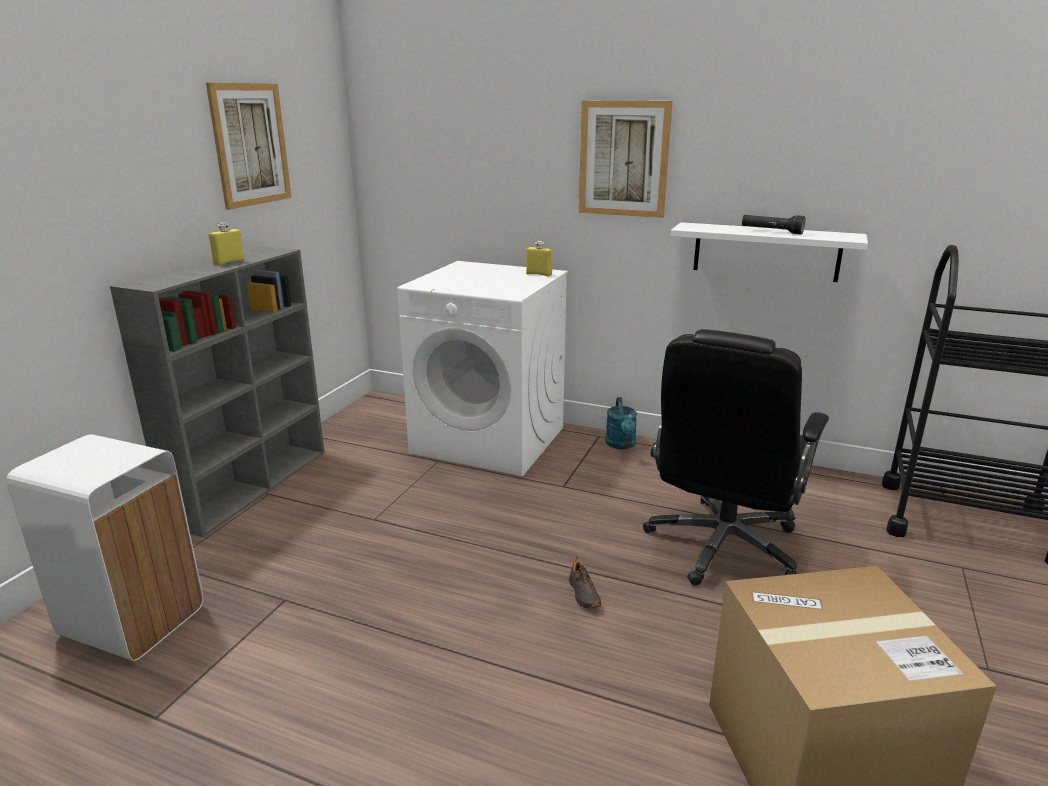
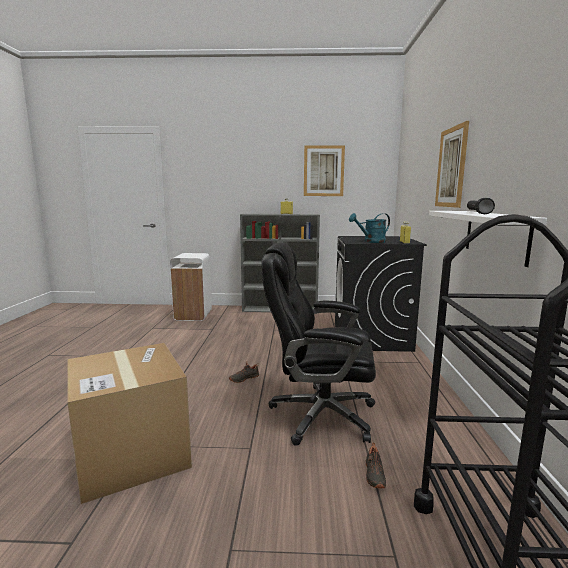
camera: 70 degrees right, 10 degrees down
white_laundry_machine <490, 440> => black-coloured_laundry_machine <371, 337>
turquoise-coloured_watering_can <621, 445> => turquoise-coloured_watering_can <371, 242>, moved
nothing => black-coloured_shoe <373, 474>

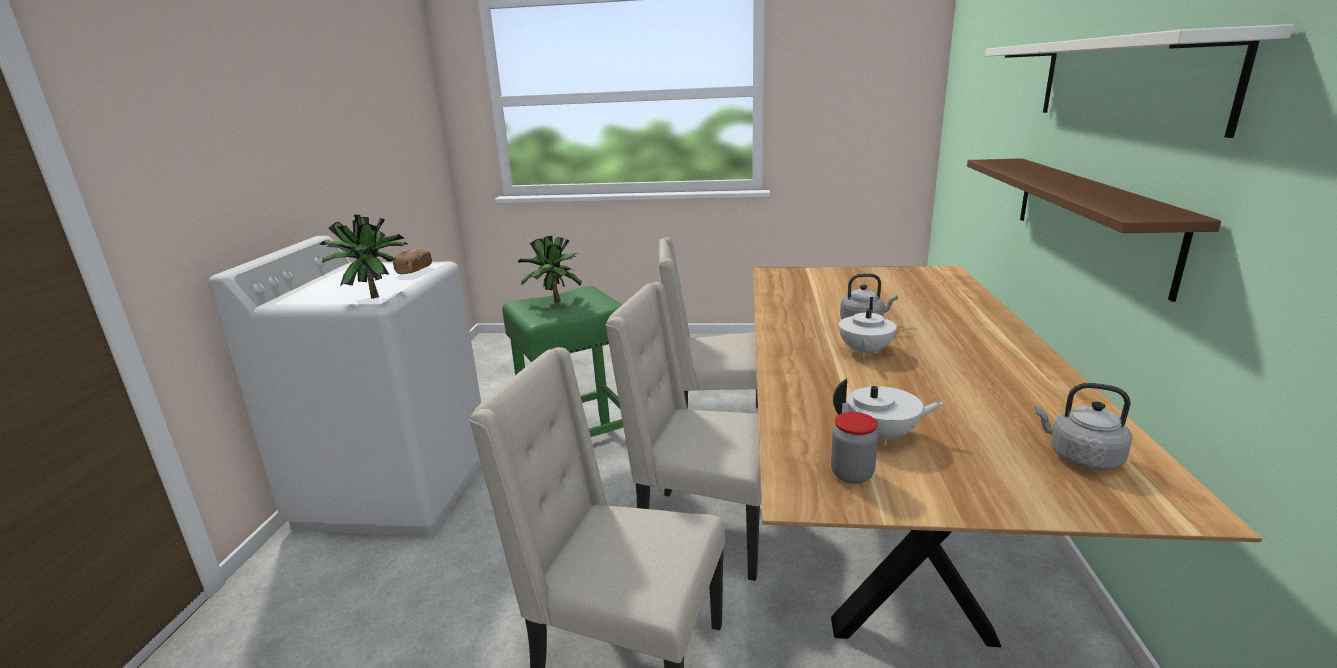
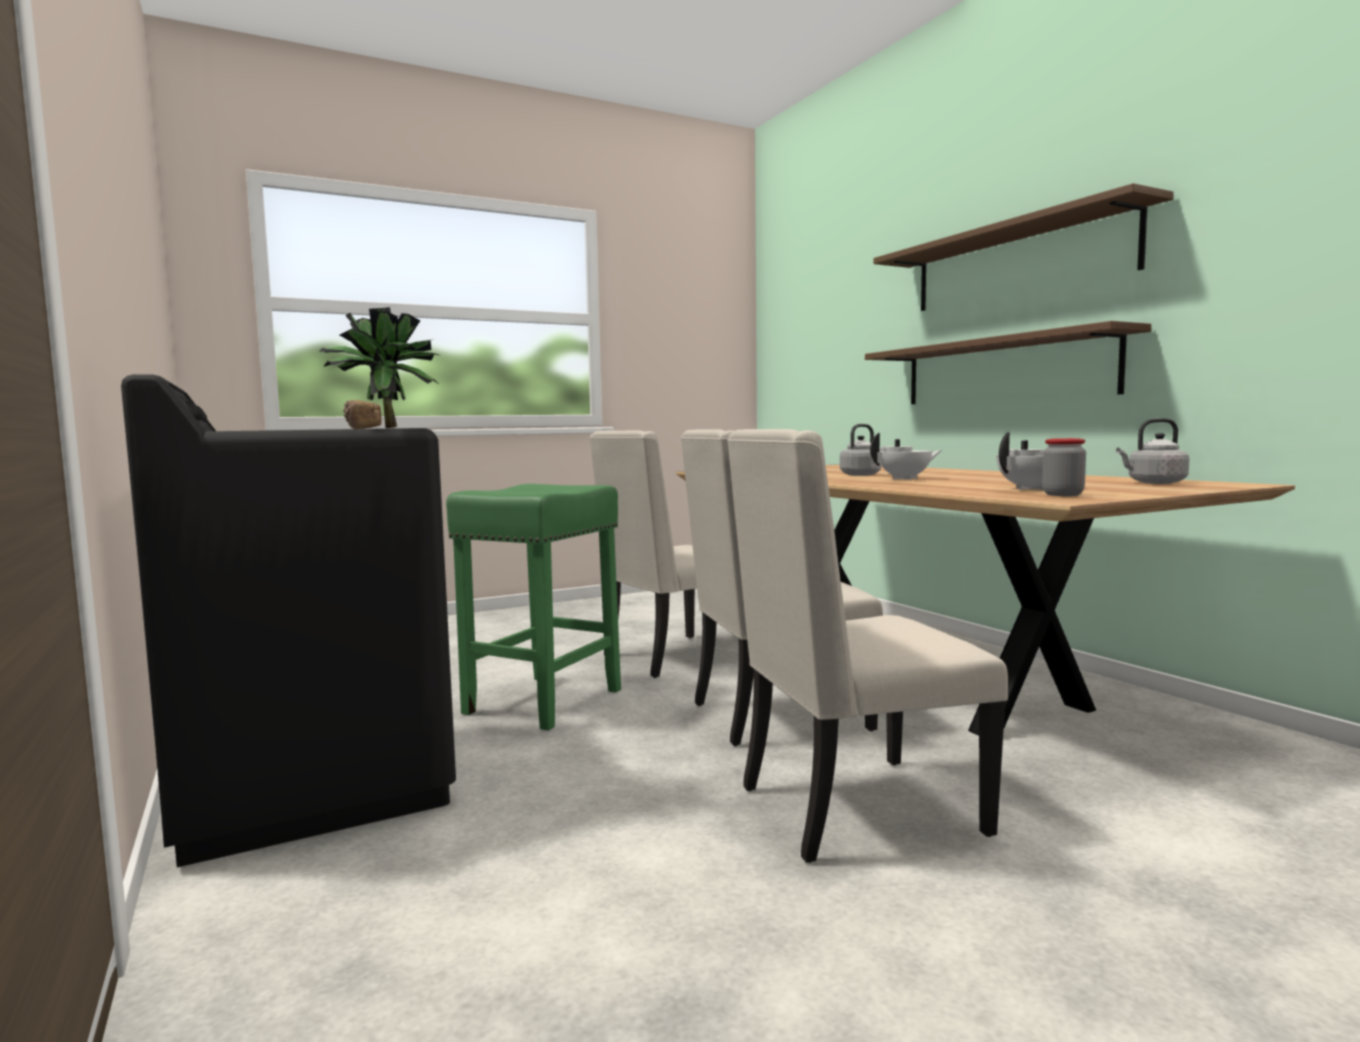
camera: 35 degrees left, 15 degrees down
white_shelf <1124, 80> => brown-coloured_shelf <1018, 262>
white_laundry_machine <397, 488> => black-coloured_laundry_machine <313, 784>
potted_plant <554, 303> => nothing
white_teapot <864, 352> => white_teapot <905, 479>, 90 degrees counterclockwise

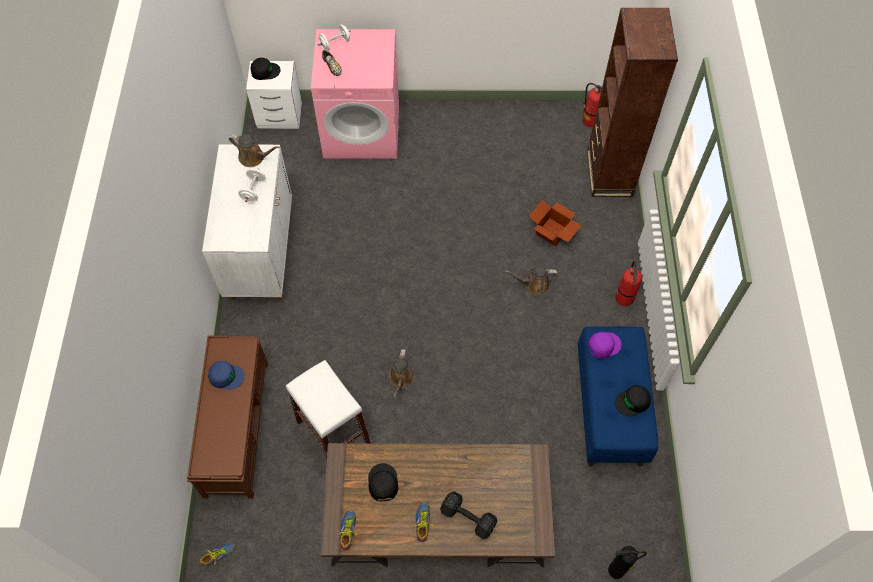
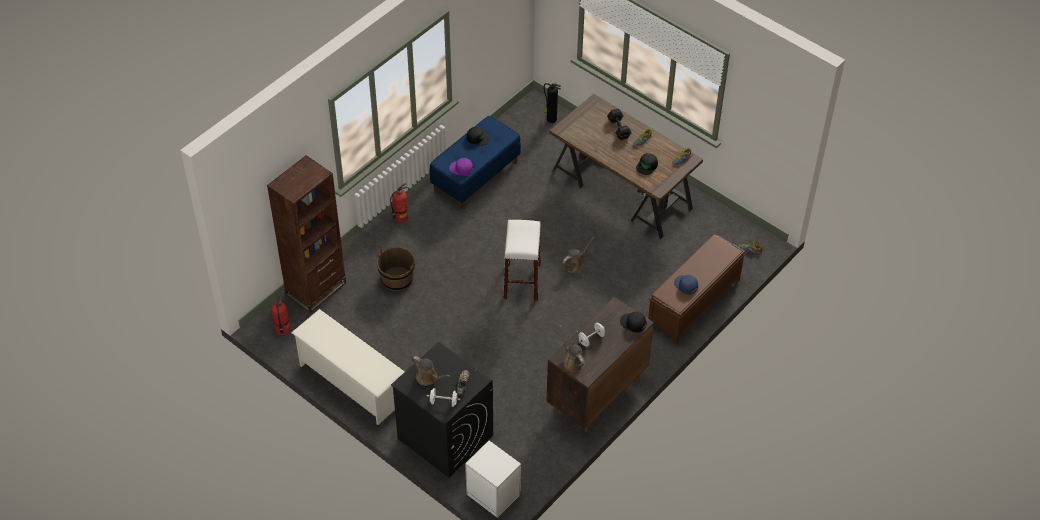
camera: 140 degrees left, 10 degrees down
pink-coloured_laundry_machine <362, 131> => black-coloured_laundry_machine <444, 436>
black-coloured_cap <265, 71> => black-coloured_cap <633, 323>, moved
white_cupboard <261, 255> => brown-coloured_cupboard <596, 394>
packing_box <552, 233> => brown-coloured_bucket <397, 279>
brown-coloured_watering_can <534, 285> => brown-coloured_watering_can <428, 378>, moved
white_stool_seat <333, 432> => white_stool_seat <522, 281>, moved
nothing => white_shoe_stand <351, 383>

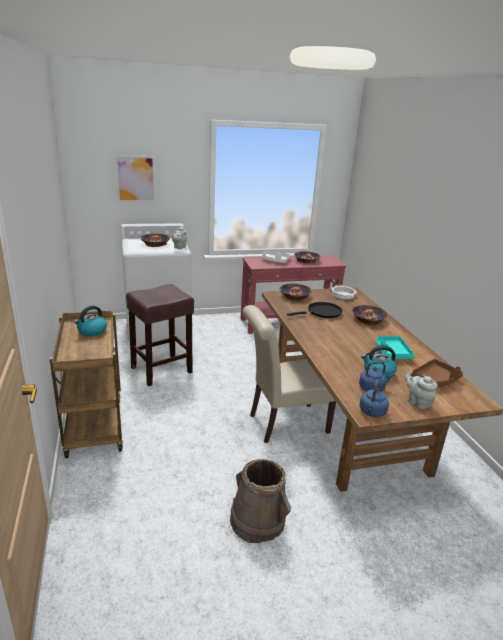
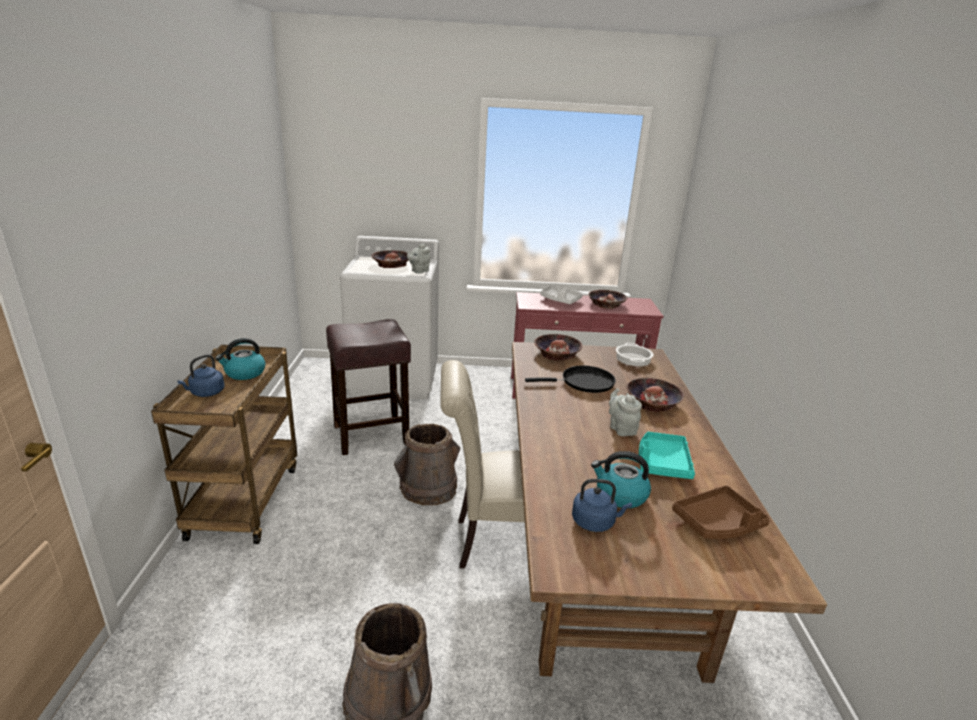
camera: 15 degrees right, 0 degrees up
wall_picture <135, 179> => nothing
grey_teapot <417, 402> => grey_teapot <621, 428>, moved
bluish_tea_kettle <372, 412> => bluish_tea_kettle <206, 393>, moved
nothing => brown-coloured_bucket <428, 488>

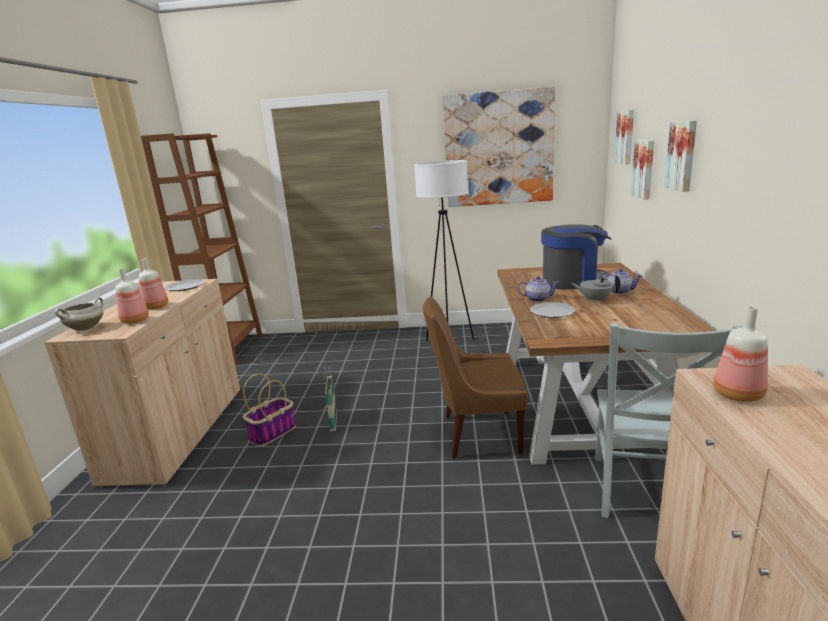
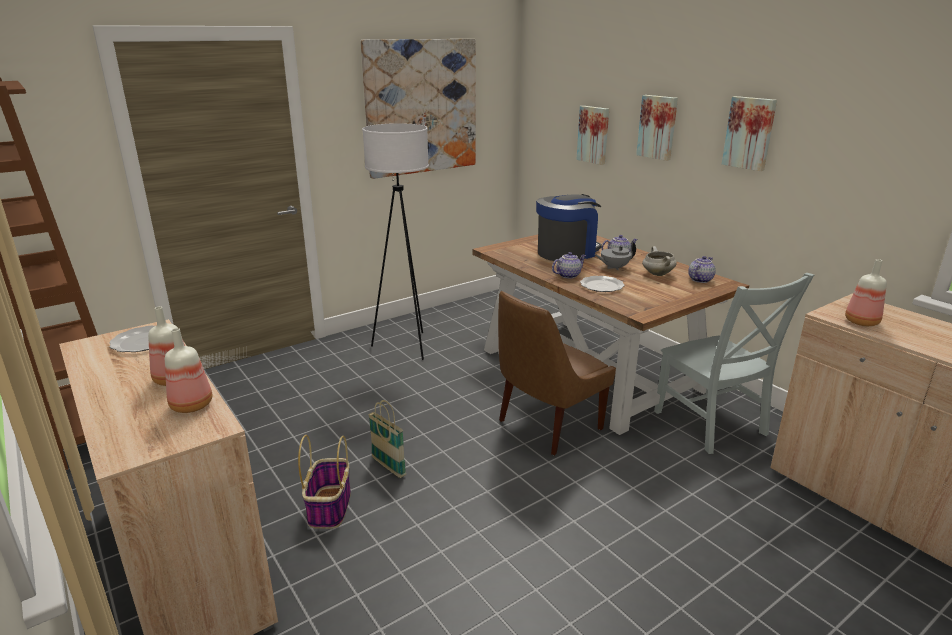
camera: 40 degrees left, 5 degrees up
wall_picture <626, 137> => wall_picture <750, 133>, moved
white_saucepot <86, 328> => white_saucepot <657, 274>, moved
nothing => teapot <699, 279>

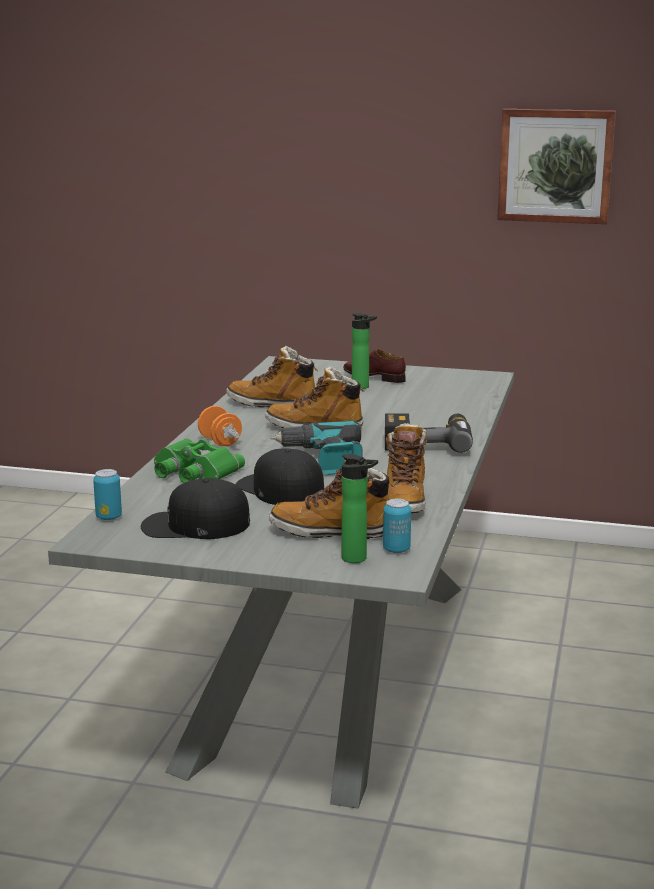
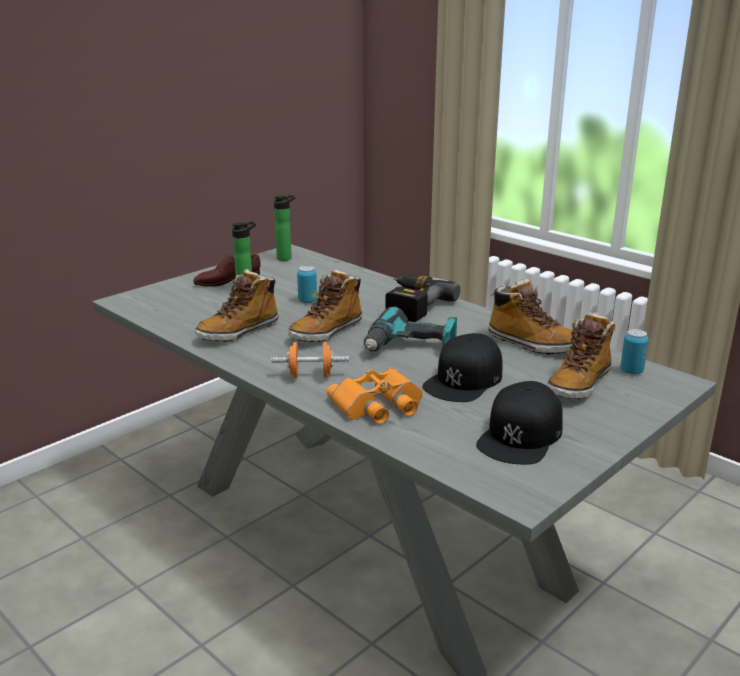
camera: 60 degrees left, 5 degrees up
wall_picture <555, 165> => nothing
green_pair_of_binoculars <193, 471> => orange-coloured_pair_of_binoculars <378, 405>
black-coloured_cap <280, 489> => black-coloured_cap <464, 380>, 45 degrees counterclockwise
drink_bottle <357, 559> => drink_bottle <286, 258>, moved
can <109, 517> => can <307, 301>, moved

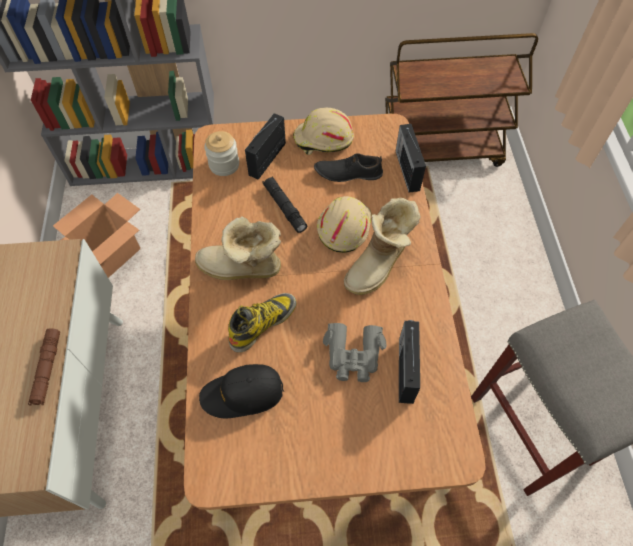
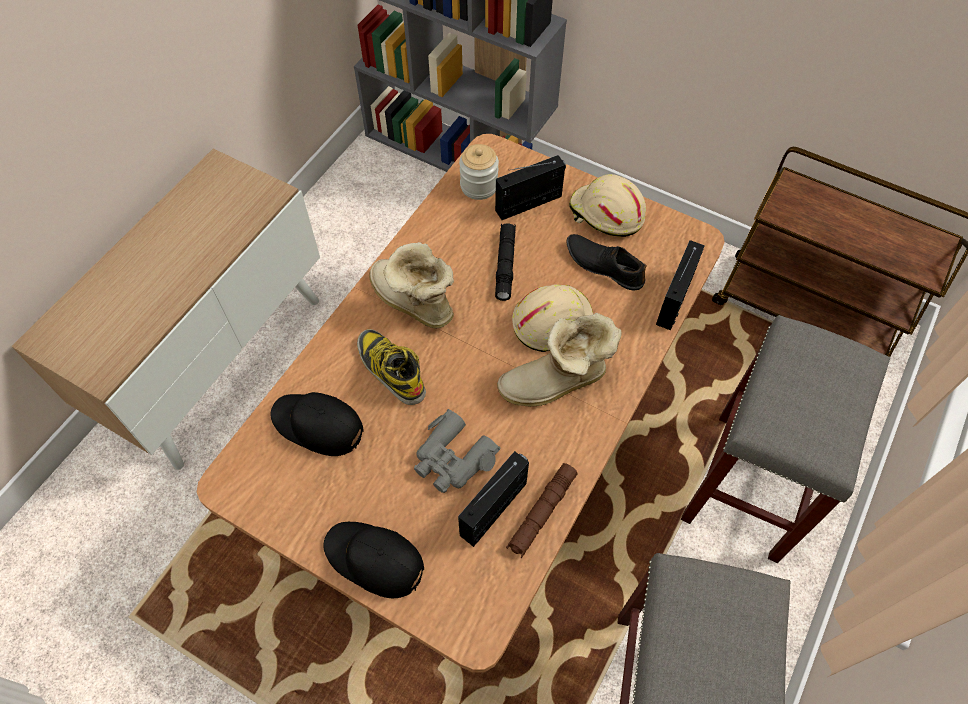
camera: 35 degrees right, 0 degrees up
packing_box <112, 255> => nothing
tall_boot <263, 323> => tall_boot <390, 369>, 120 degrees counterclockwise
brown-coloured_torch <47, 369> => brown-coloured_torch <542, 512>, moved
nothing => grey_stool_seat <747, 487>
nothing => black-coloured_cap <374, 560>

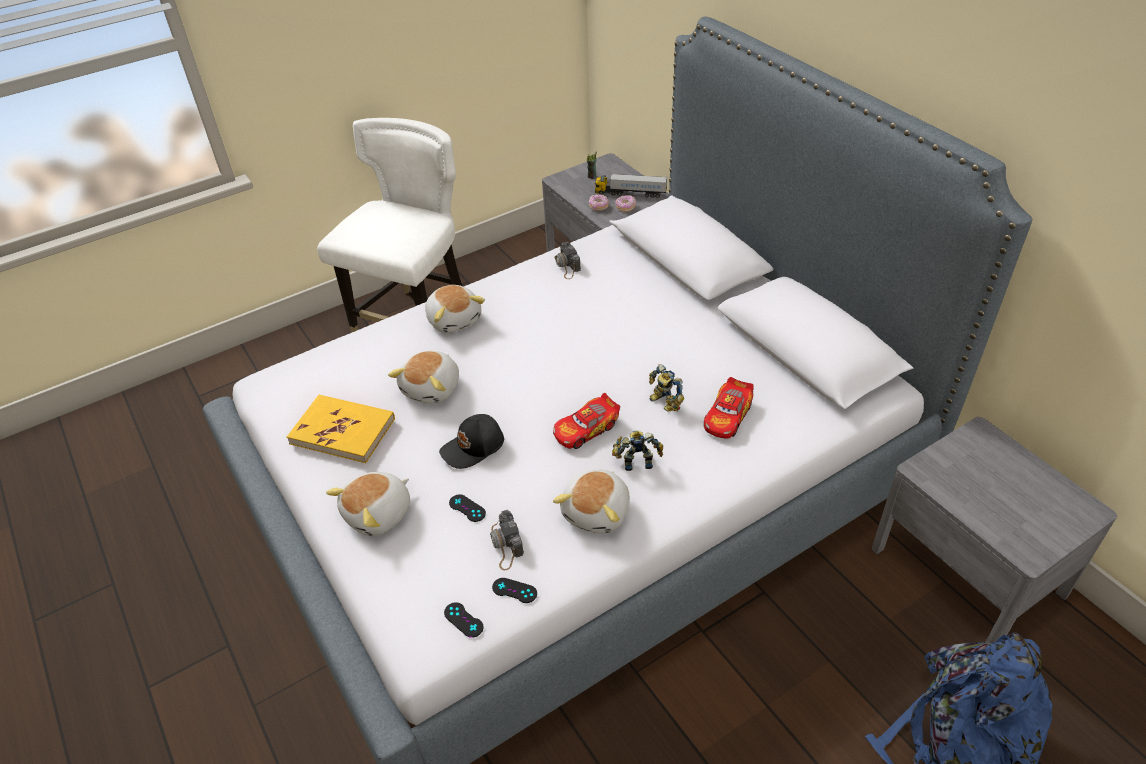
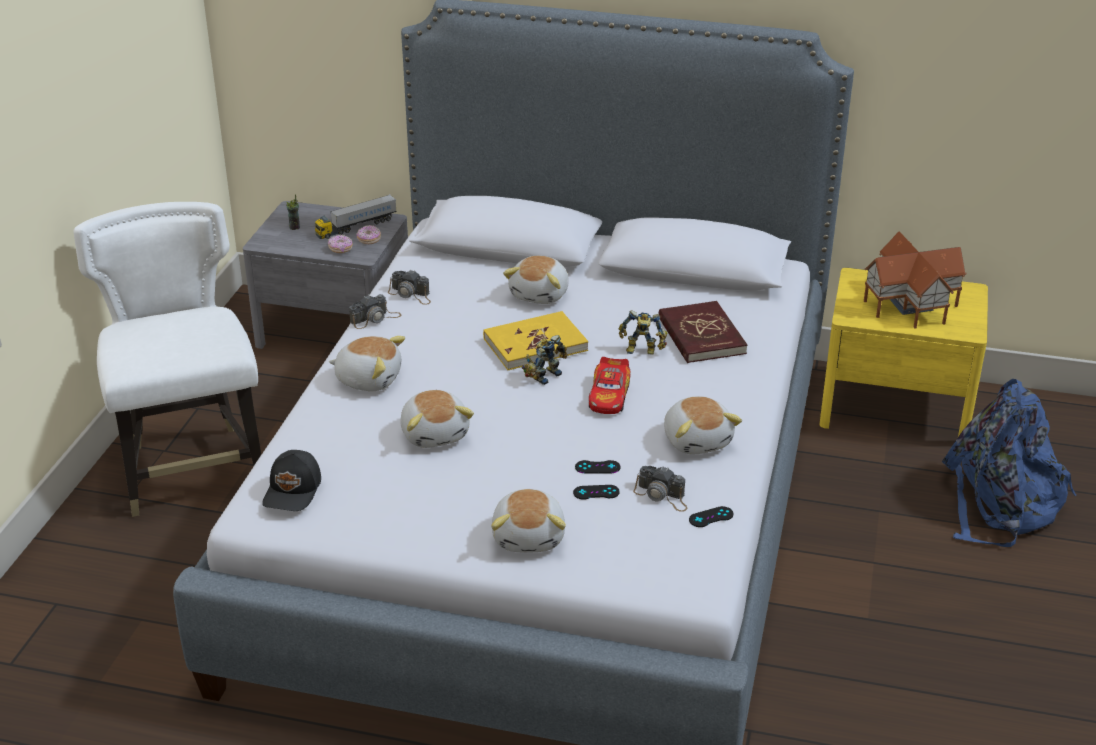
camera: 45 degrees left, 10 degrees down
model_car <727, 416> => reddish_volume <701, 336>
yellowish_volume <343, 431> => yellowish_volume <535, 344>, moved
black-coloured_cap <473, 448> => black-coloured_cap <293, 491>, moved
grey_nightstand <967, 570> => yellowish_nightstand <895, 405>
toy_robot <637, 461> => toy_robot <544, 375>, moved
black-coloured_gamepad <463, 620> => black-coloured_gamepad <597, 467>, moved
nothing => miniature_house <911, 303>
nothing => cuddly_toy <541, 294>
nothing => photo_camera <375, 318>

